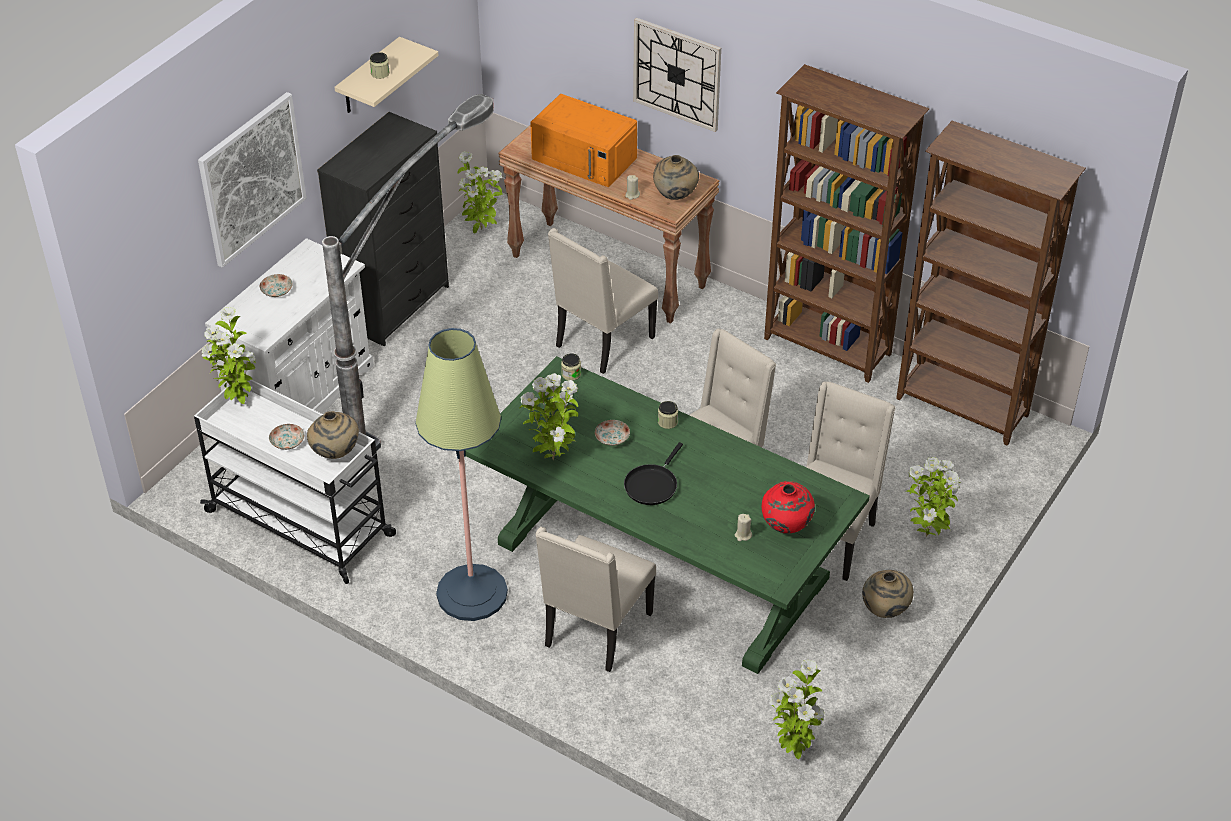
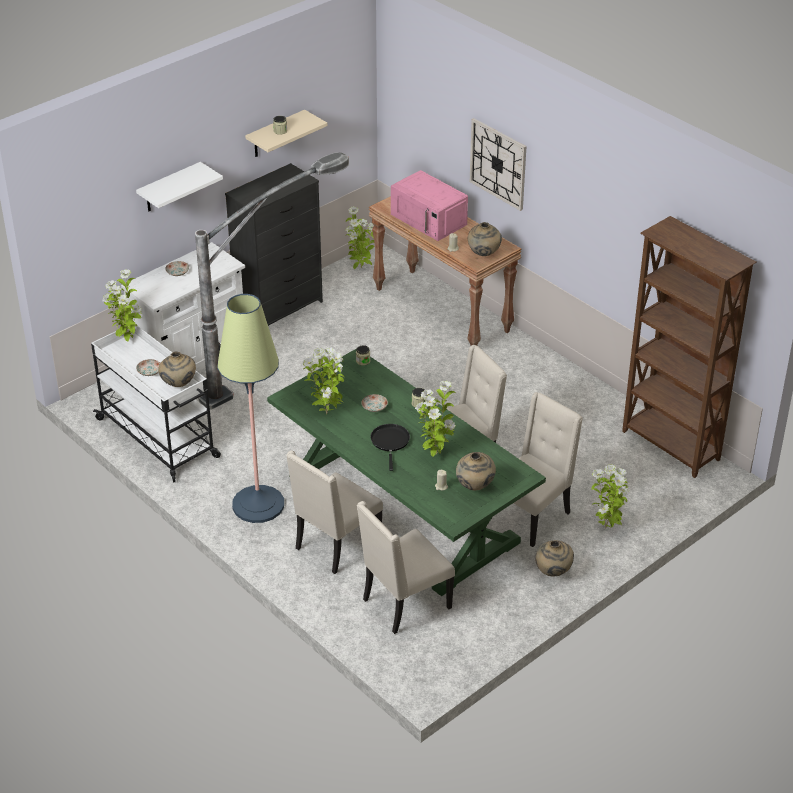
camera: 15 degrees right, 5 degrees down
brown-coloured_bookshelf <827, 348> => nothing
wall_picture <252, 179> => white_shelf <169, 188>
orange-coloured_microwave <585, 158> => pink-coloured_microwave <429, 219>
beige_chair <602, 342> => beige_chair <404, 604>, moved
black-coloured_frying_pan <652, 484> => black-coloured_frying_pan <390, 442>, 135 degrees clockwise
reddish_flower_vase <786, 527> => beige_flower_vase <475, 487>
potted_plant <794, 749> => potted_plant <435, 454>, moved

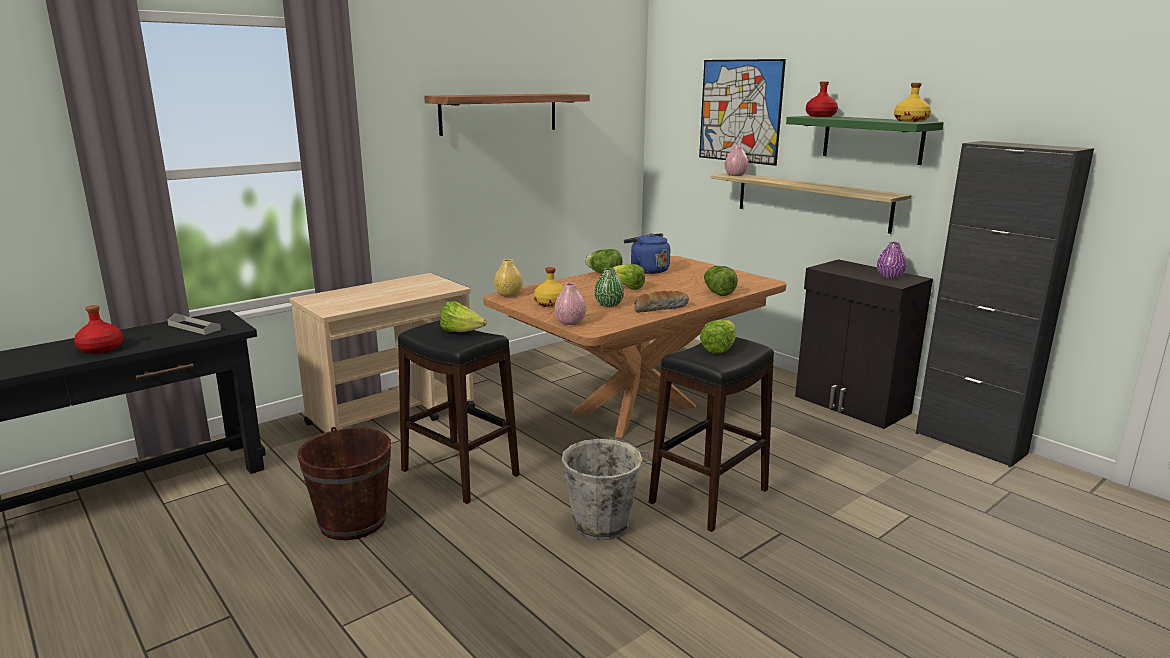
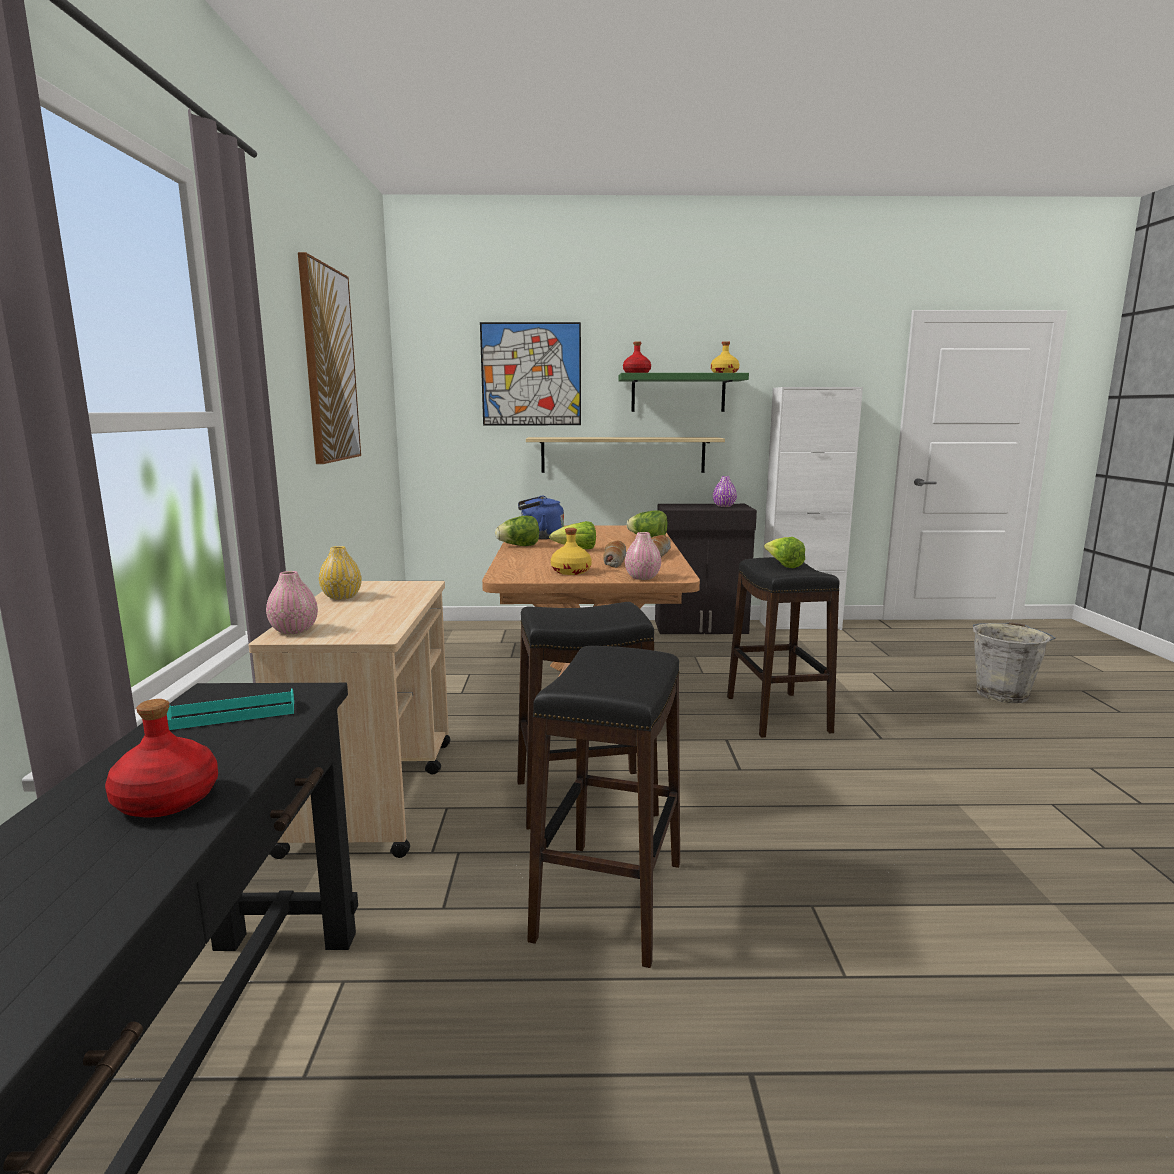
camera: 50 degrees left, 5 degrees down
shelf <499, 113> => wall_picture <329, 365>
black-coloured_cupboard <970, 443> => white_cupboard <799, 625>
pink-coloured_flower_vase <735, 175> => pink-coloured_flower_vase <294, 630>, moved
yellowish_flower_vase <508, 294> => yellowish_flower_vase <341, 597>, moved
green_flower_vase <609, 304> => bakery_bread <614, 561>
head_of_lettuce <461, 332> => nothing
grey_tray <194, 327> => turquoise-coloured_tray <232, 714>
brown-coloured_bucket <353, 522> => black-coloured_stool_seat <609, 899>
grey_bucket <603, 524> => grey_bucket <1002, 693>, moved

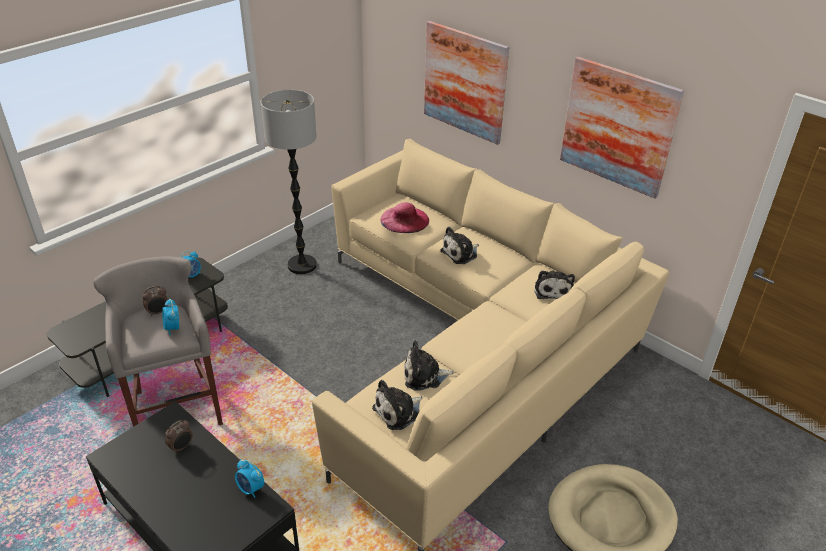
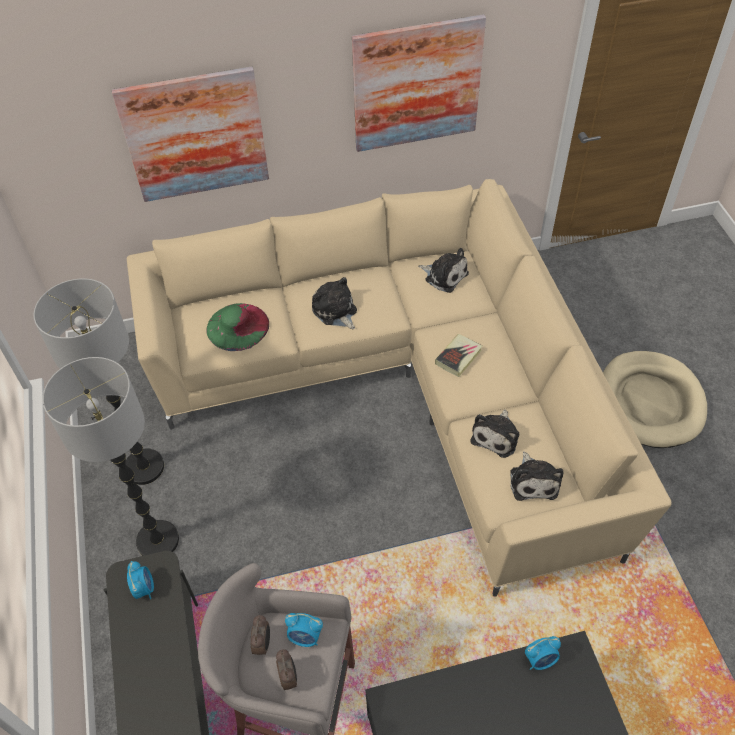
camera: 55 degrees left, 15 degrees up
pink-coloured_clothing_hat <404, 219> => green_clothing_hat <237, 326>
cuddly_toy <461, 253> => cuddly_toy <335, 311>, 150 degrees clockwise
bedside_clock <182, 447> => bedside_clock <289, 677>, moved
nothing => volume <458, 357>
nothing => standing_lamp <158, 541>

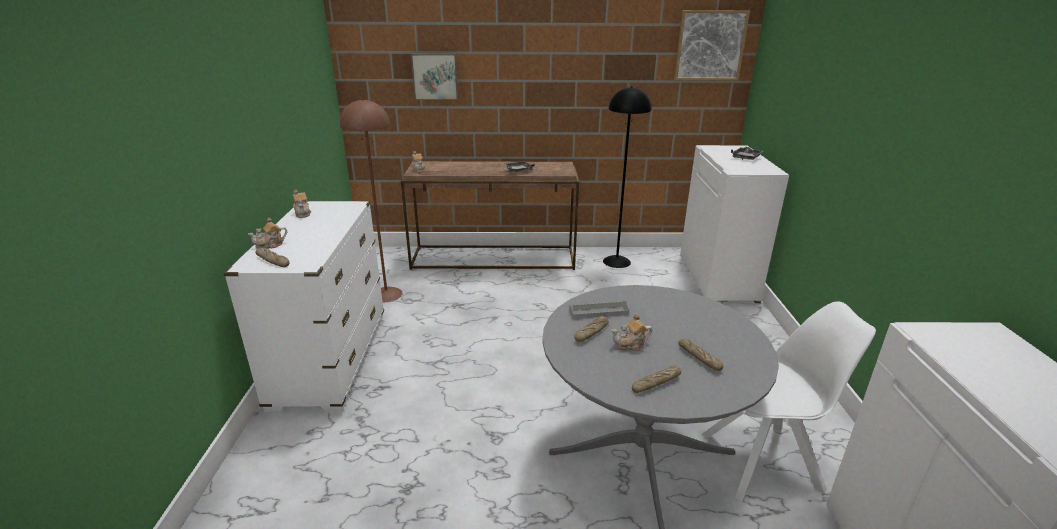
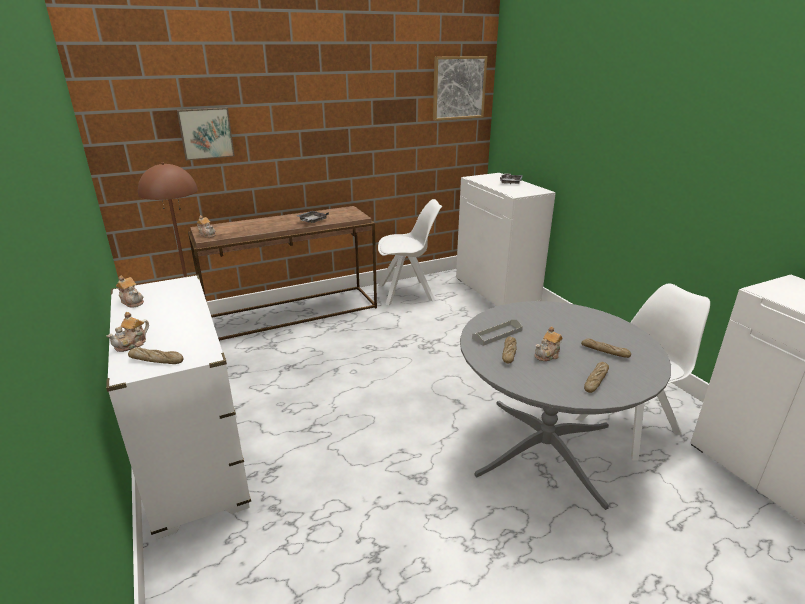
camera: 25 degrees left, 0 degrees up
black-coloured_standing_lamp <617, 261> => white_chair <407, 293>

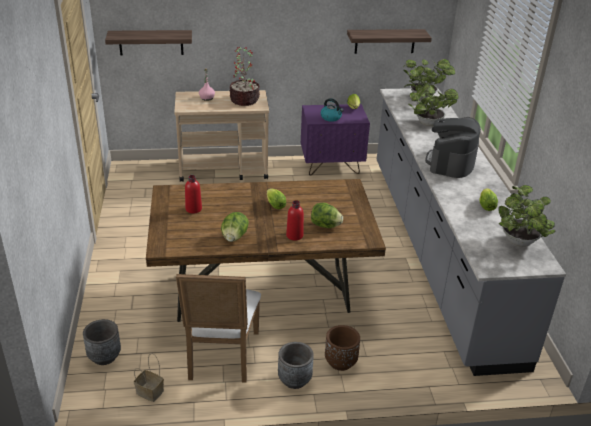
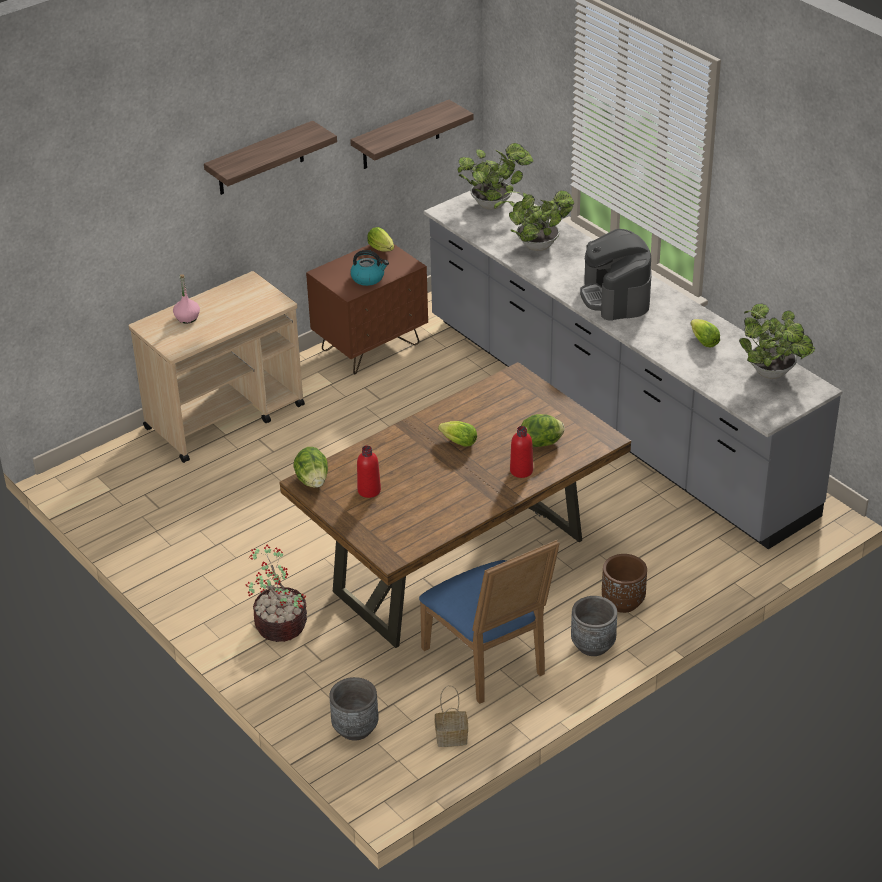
camera: 30 degrees left, 5 degrees up
shelf <151, 42> => shelf <260, 159>, moved
potted_plant <244, 100> => potted_plant <279, 624>, moved
purple_nightstand <331, 166> => brown-coloured_nightstand <370, 347>
head_of_lettuce <234, 237> => head_of_lettuce <312, 481>, moved
white_chair <220, 358> => bluish_chair <490, 663>

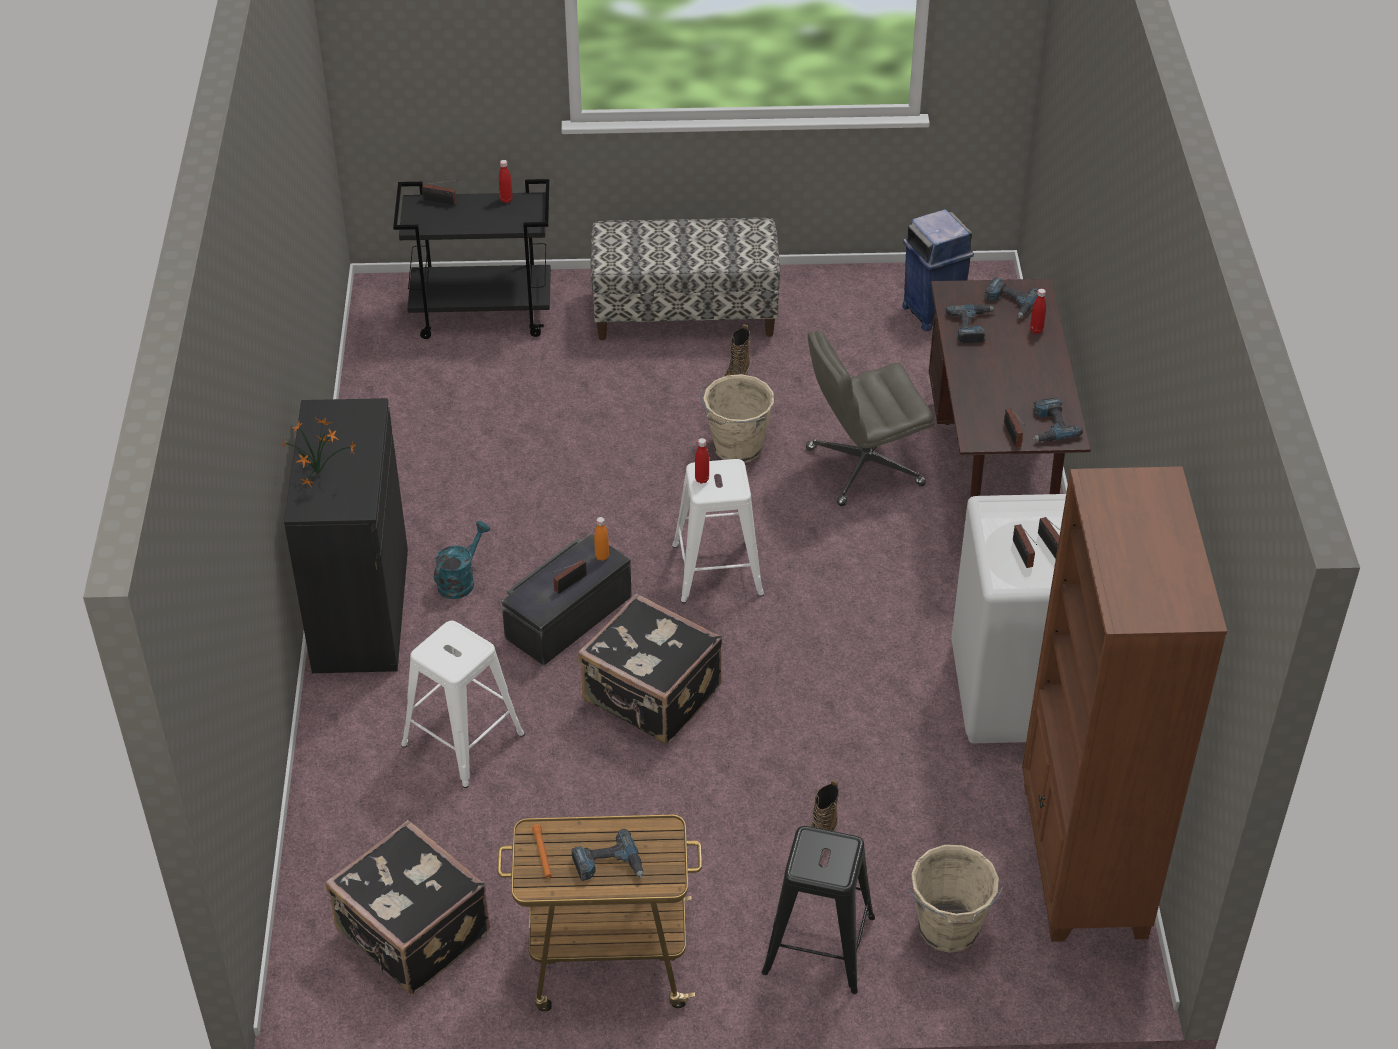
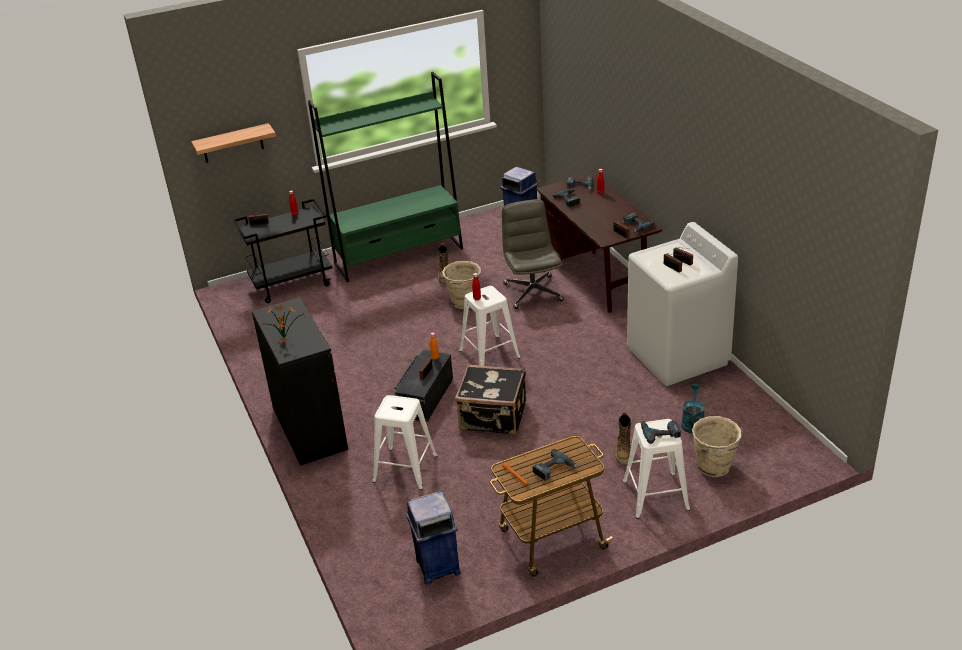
camera: 20 degrees left, 10 degrees down
bench <685, 313> => green_bookshelf <399, 256>
grey_computer_chair <863, 467> => grey_computer_chair <532, 292>, 120 degrees clockwise
brown-coloured_bookshelf <1082, 861> => nothing
turquoise-coloured_watering_can <460, 580> => turquoise-coloured_watering_can <692, 422>, moved
black-coloured_travel_case <411, 934> => bluish_waste_bin <437, 567>
black-coloured_stool_seat <819, 946> => white_stool_seat <656, 496>
nothing => shelf <232, 143>
nothing => drill <659, 432>

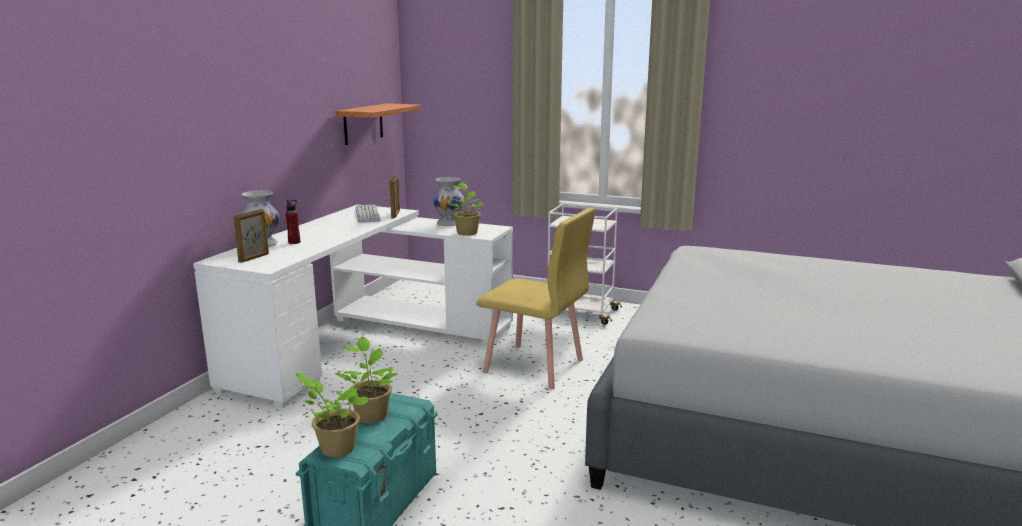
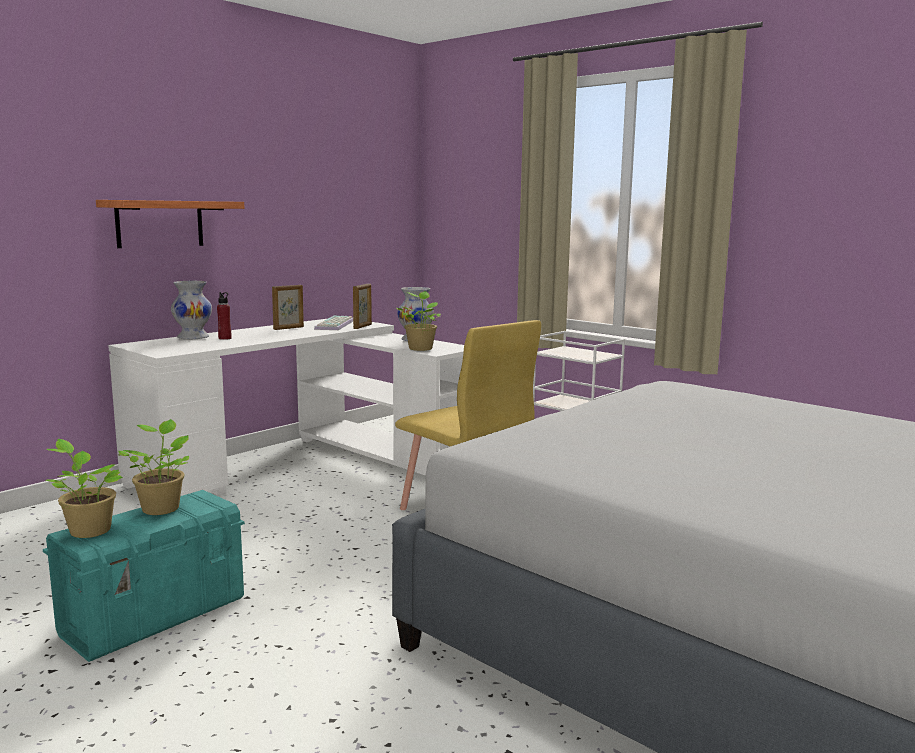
camera: 20 degrees right, 5 degrees down
shelf <363, 123> => shelf <160, 223>, moved
photo_frame <254, 258> => photo_frame <289, 328>, moved

